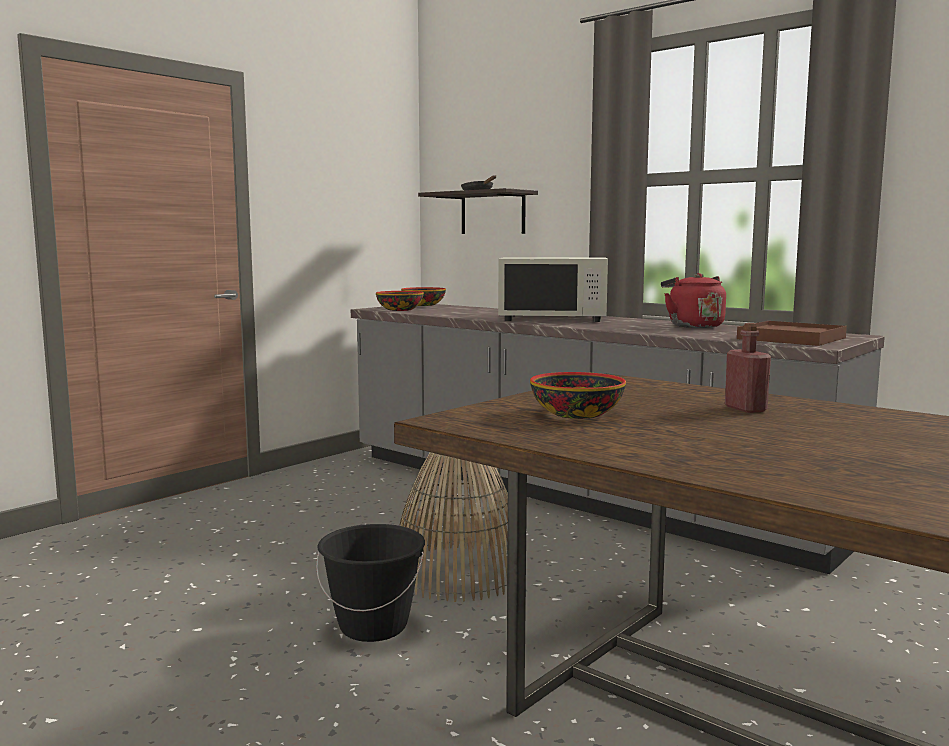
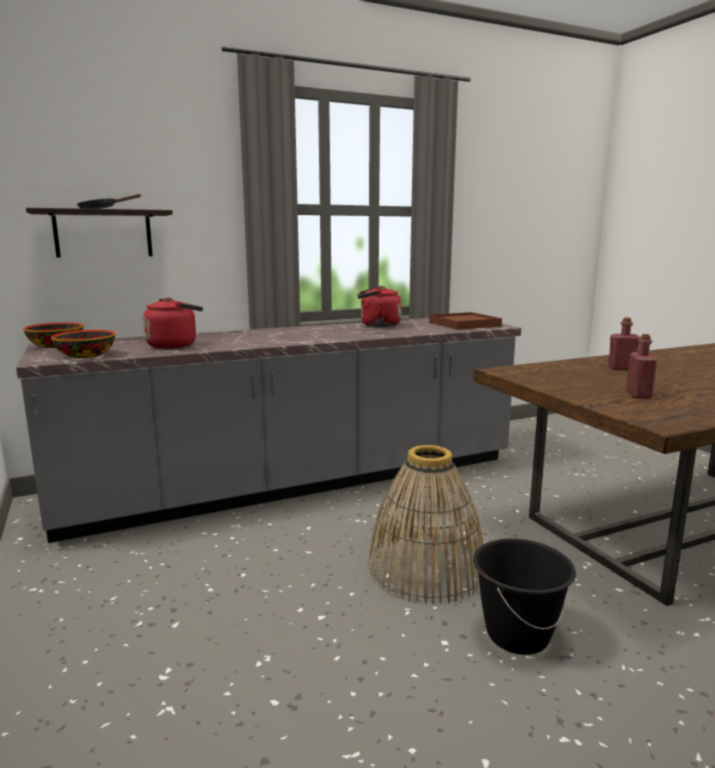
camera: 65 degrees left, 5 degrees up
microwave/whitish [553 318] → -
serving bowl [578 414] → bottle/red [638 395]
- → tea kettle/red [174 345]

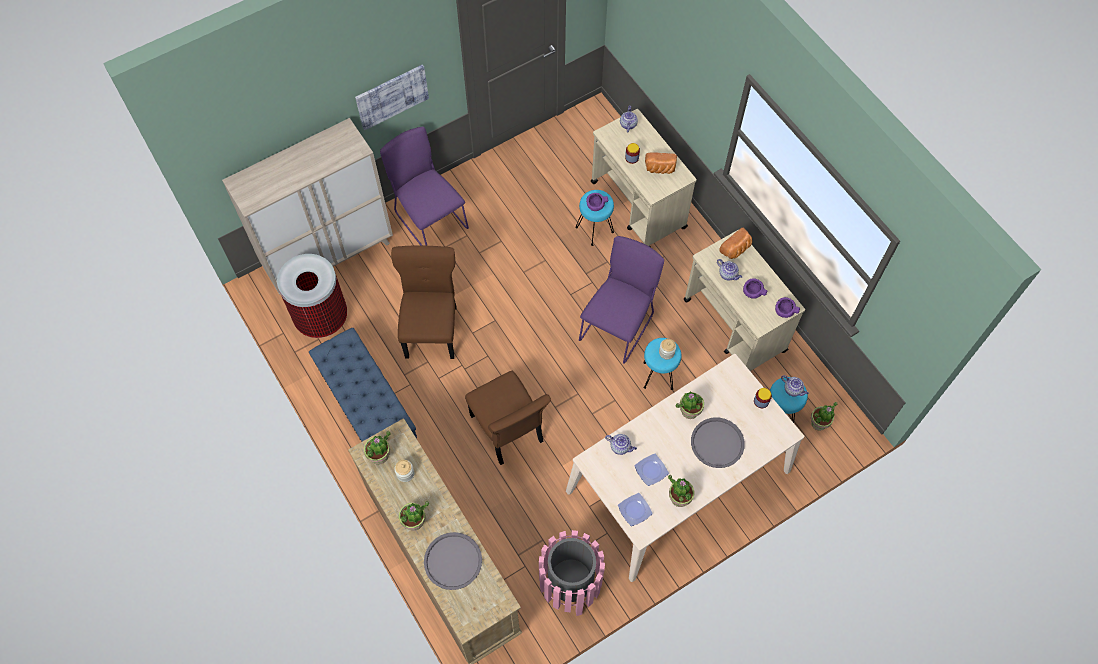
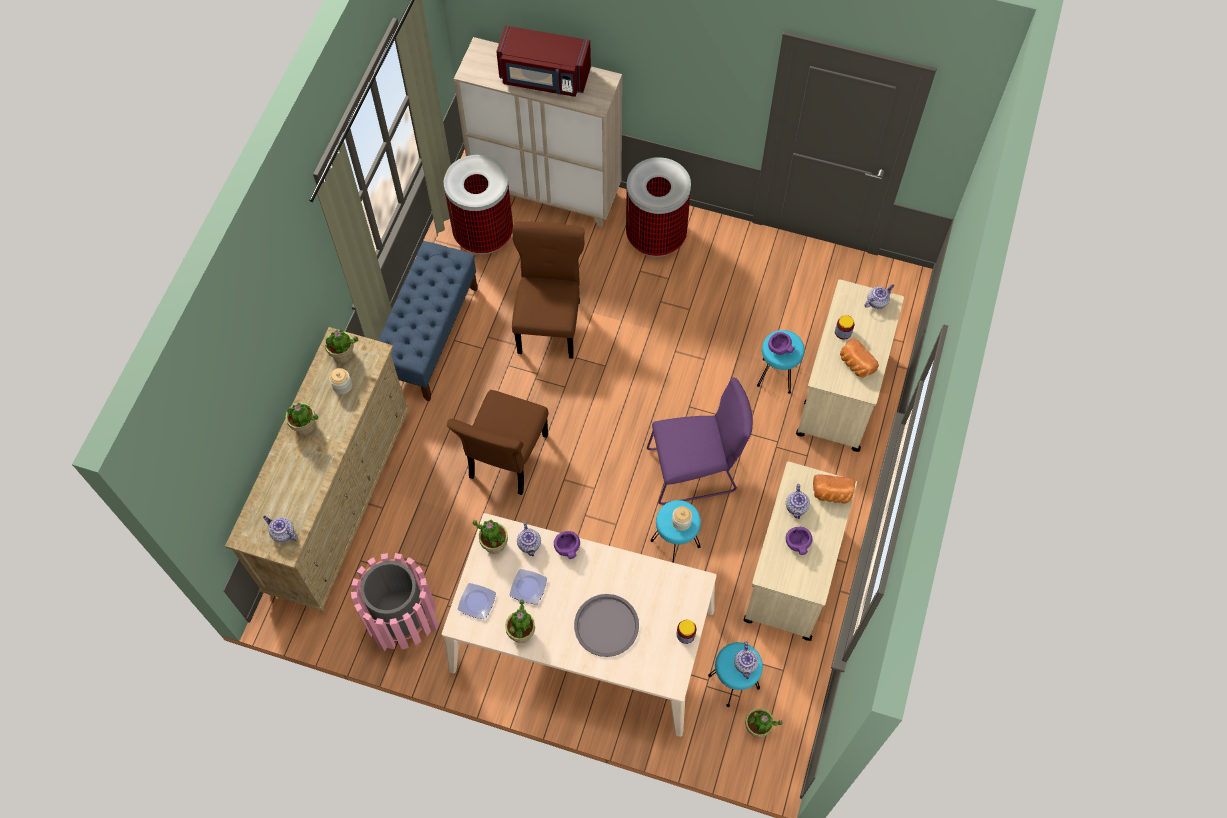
camera: 50 degrees right, 0 degrees up
wall picture [392 96] → -
plain chair/purple [429 218] → waste bin [656 236]
plain chair/brown [432 329] → plain chair/brown [550 323], 45 degrees counterclockwise
tray/grey [453 561] → -
potted plant [689 411] → potted plant [494 544], shifted
serving bowl/purple [784 311] → serving bowl/purple [567 547], shifted
- → pot for tea [282 533]
- → microwave/red [544 77]

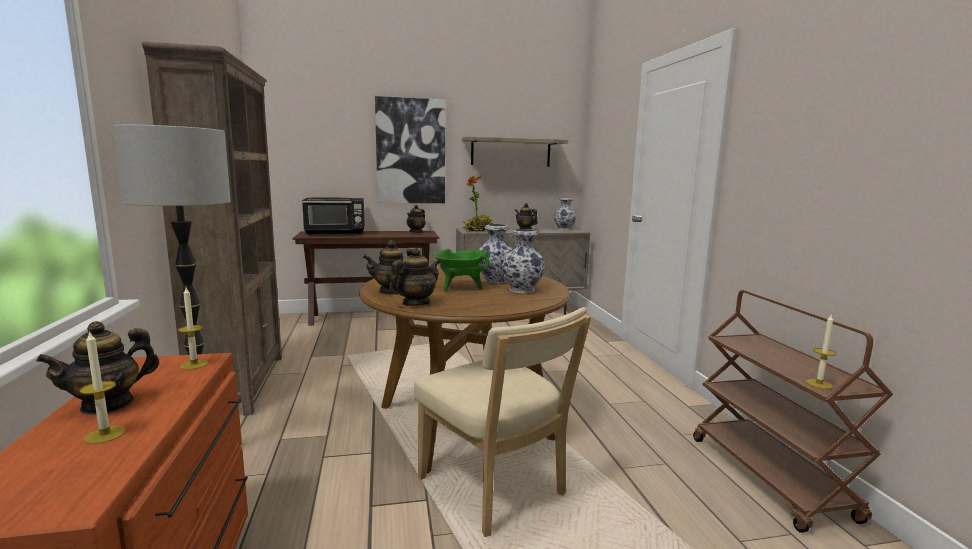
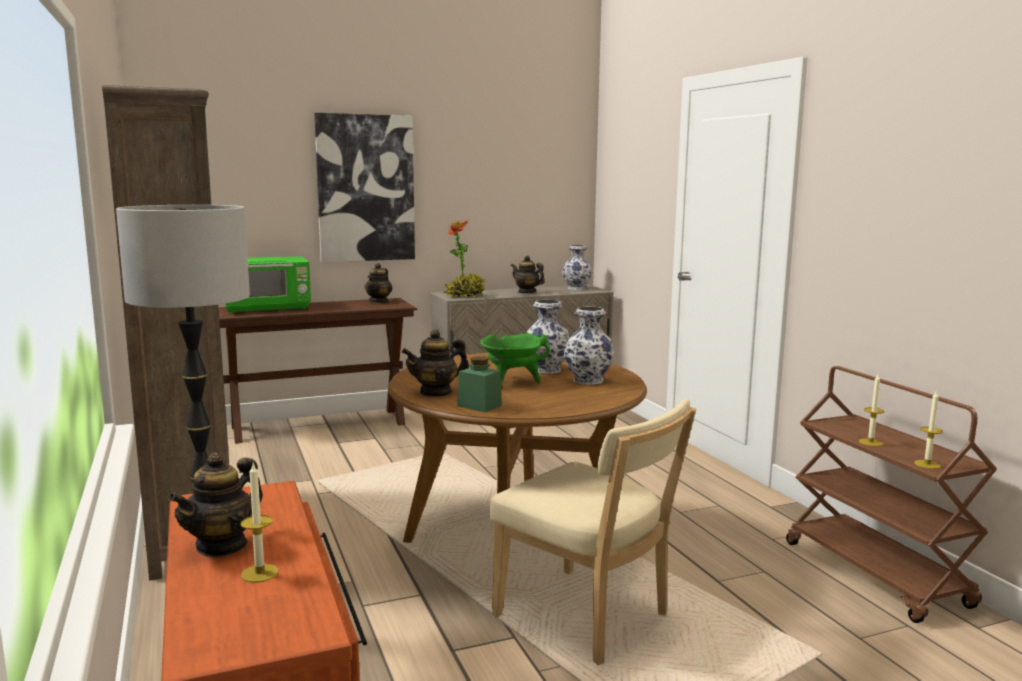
camera: 10 degrees left, 0 degrees up
wax light [194 364] → wax light [870 442], shifted
microwave/black-coloured [336 233] → microwave/green-coloured [268 308]
pot for tea [415 303] → jar/green-coloured [479 406]
shelf [511 152] → -

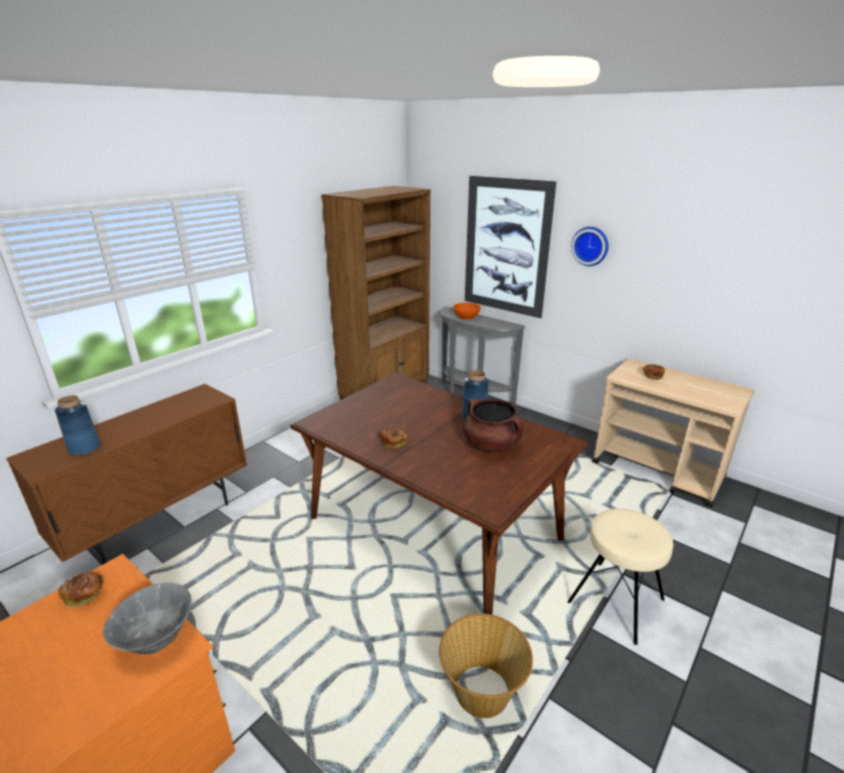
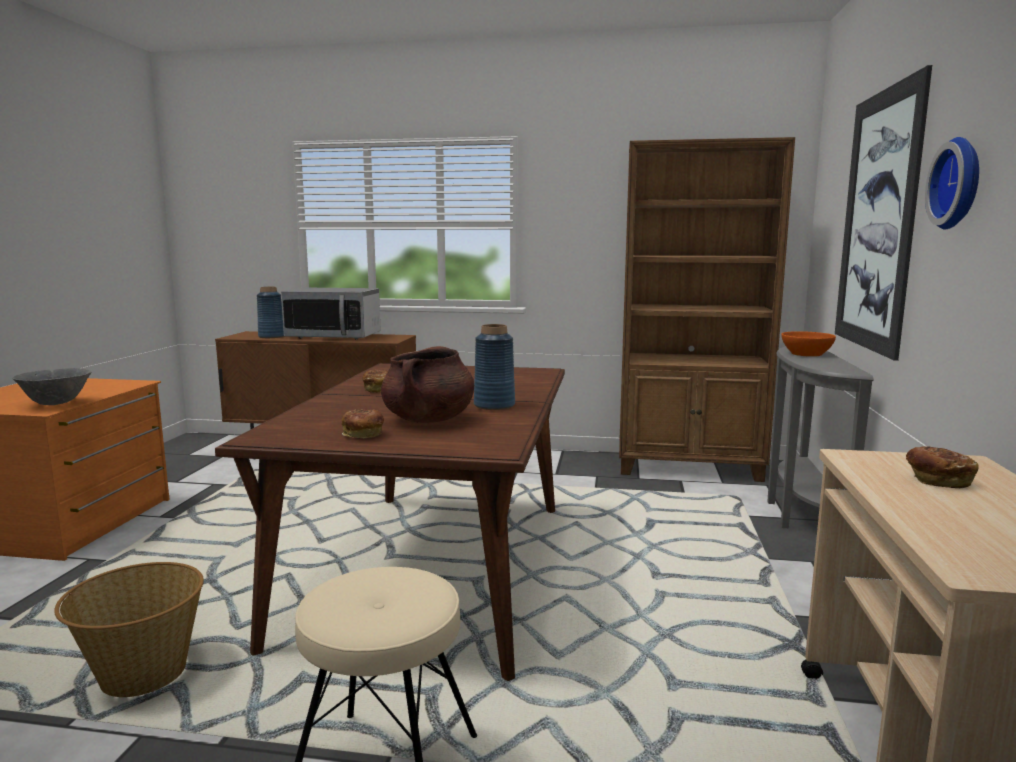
camera: 60 degrees right, 15 degrees down
bakery bread [85 595] → bakery bread [363 435], shifted
- → microwave [334 336]

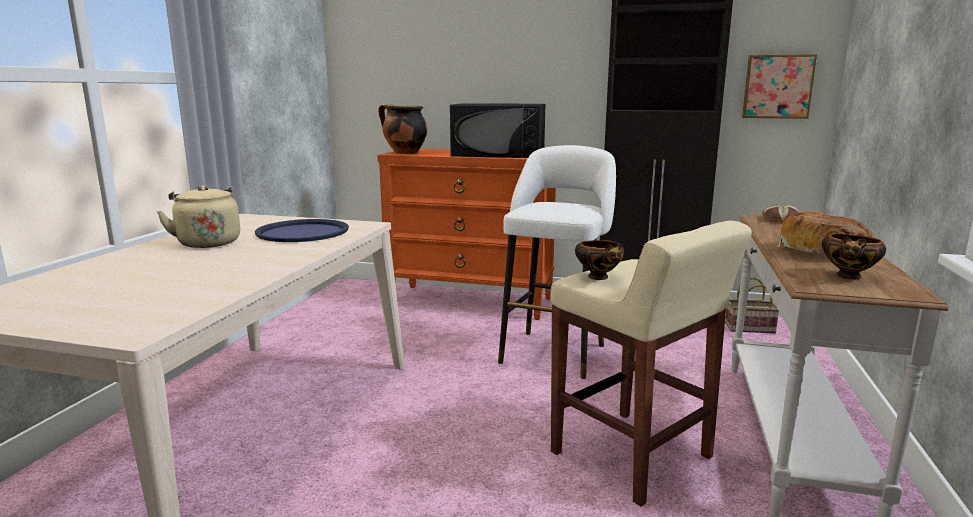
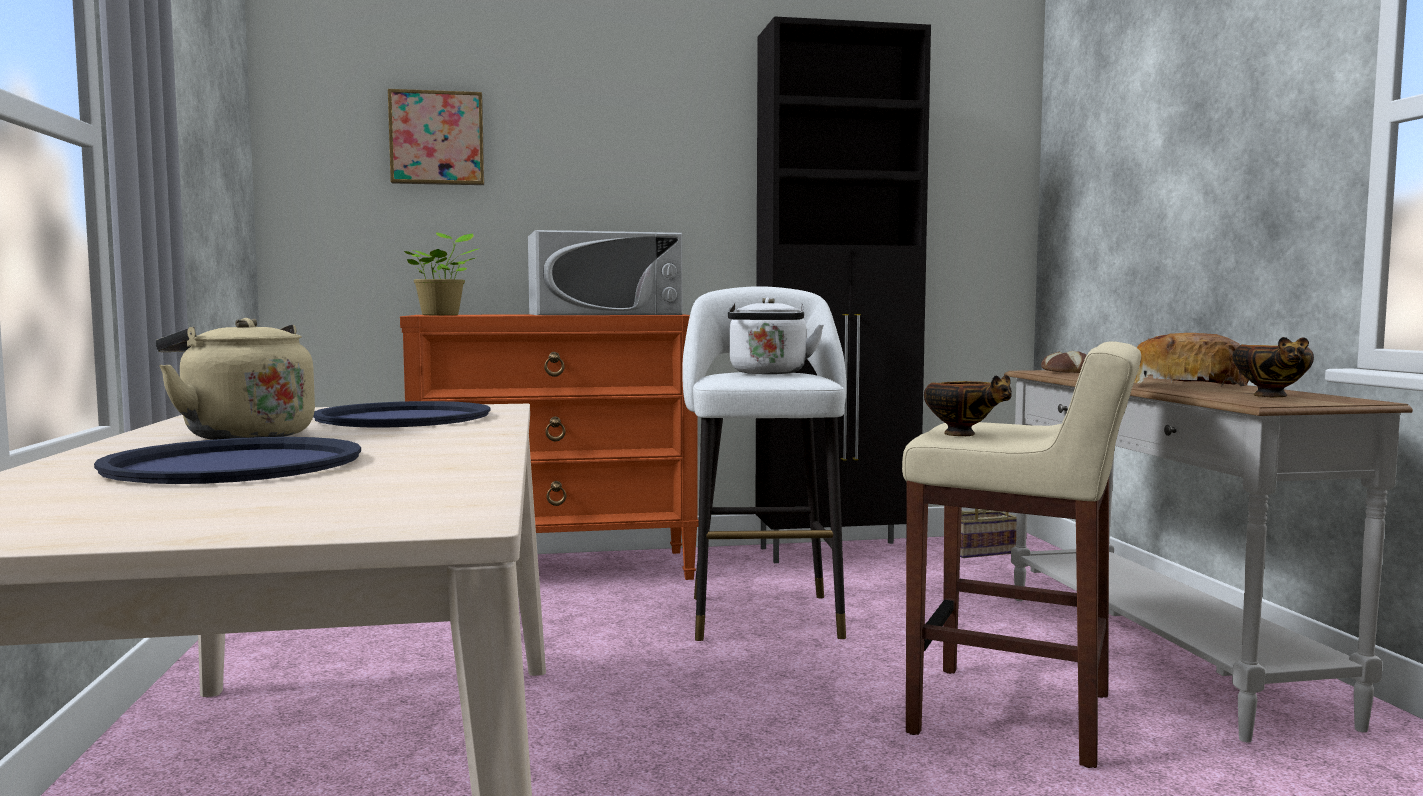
camera: 25 degrees left, 10 degrees down
stockpot [404 153] → potted plant [442 315]
microwave/black-coloured [499 154] → microwave/whitish [604 314]
wall picture [777 86] → wall picture [437 138], shifted
- → tray/blue-coloured [234 464]
- → tea kettle/whitish [768 373]

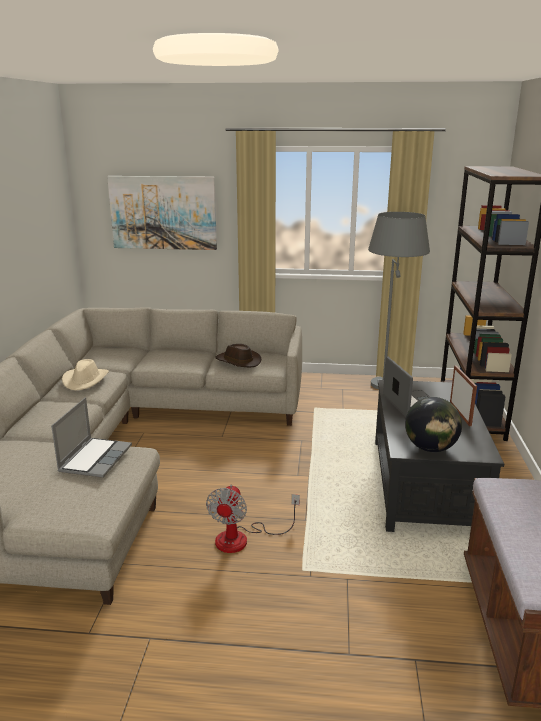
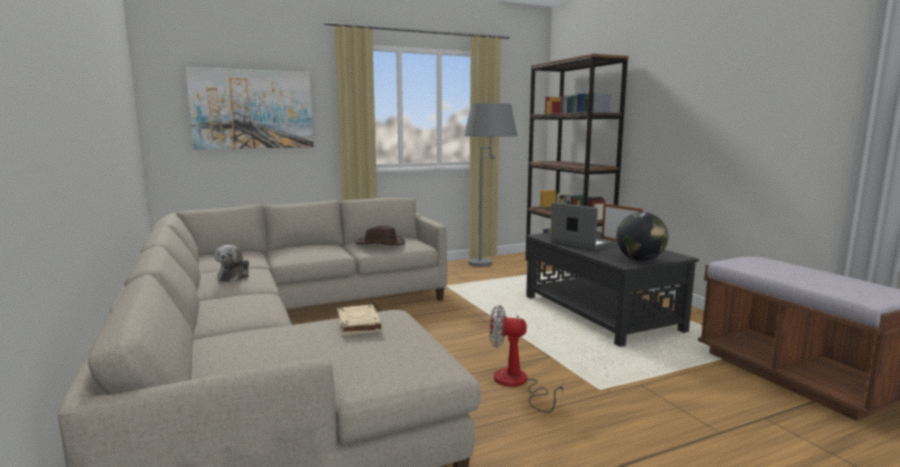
camera: 30 degrees left, 10 degrees down
notebook computer [95 458] → book/sand-coloured [358 323]
hat/sand-coloured [85 380] → soft toy [235 276]
electric fan [242 538] → electric fan [517 384], 120 degrees clockwise

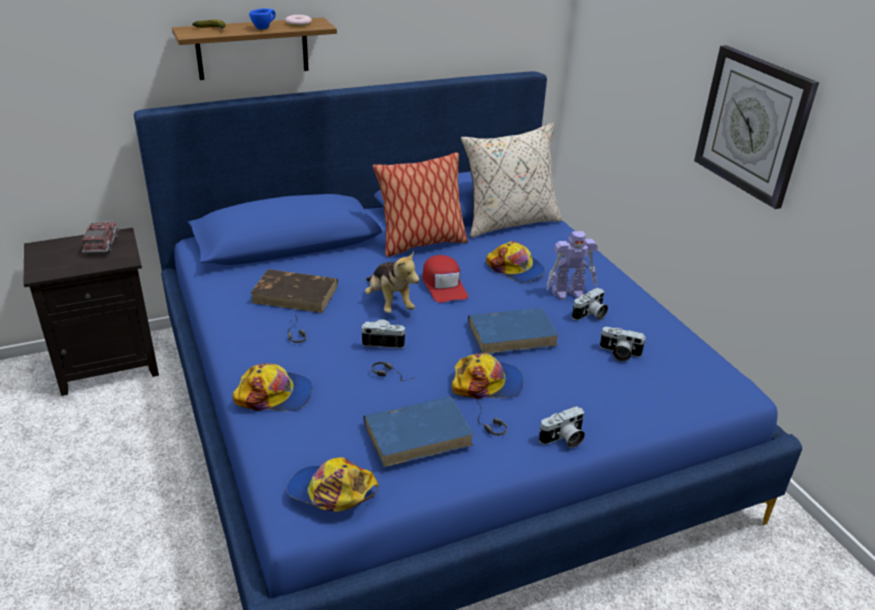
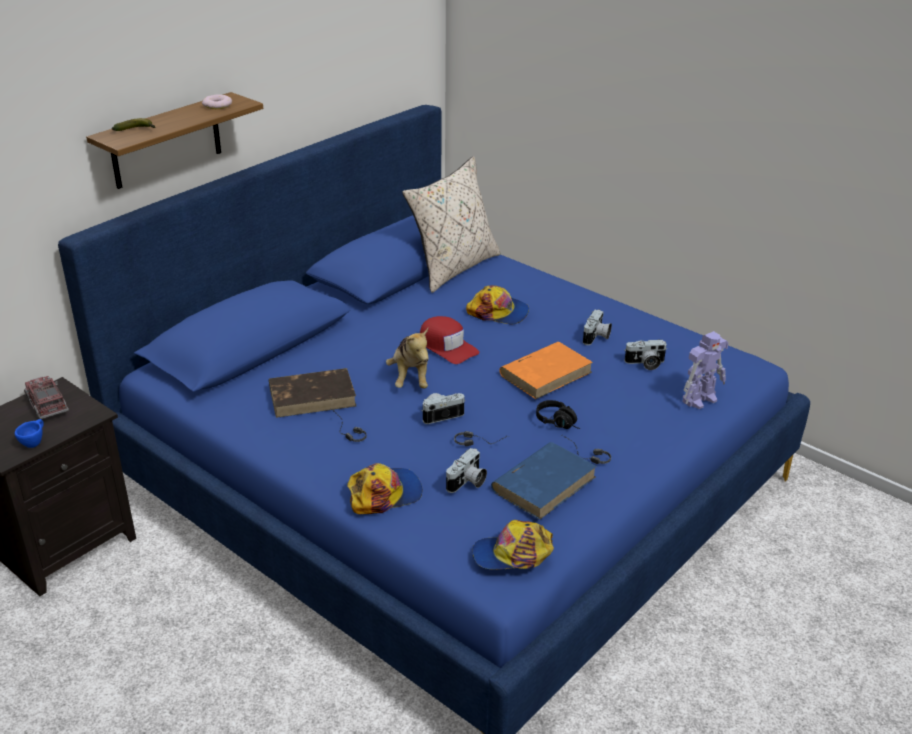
camera: 25 degrees left, 0 degrees up
small cup/blue-coloured [264 28] → small cup/blue-coloured [34 442], shifted
soft toy [389 303] → soft toy [410 378], 45 degrees clockwise
pillow [421 244] → -
peaked cap [487 383] → headphones/black-coloured [560 423]
book/blue-coloured [512 333] → book/orangey [546 373]
photo camera [563 439] → photo camera [467 482], shifted
robot figure [569 293] → robot figure [700 399], shifted
hanging clock [753 125] → -

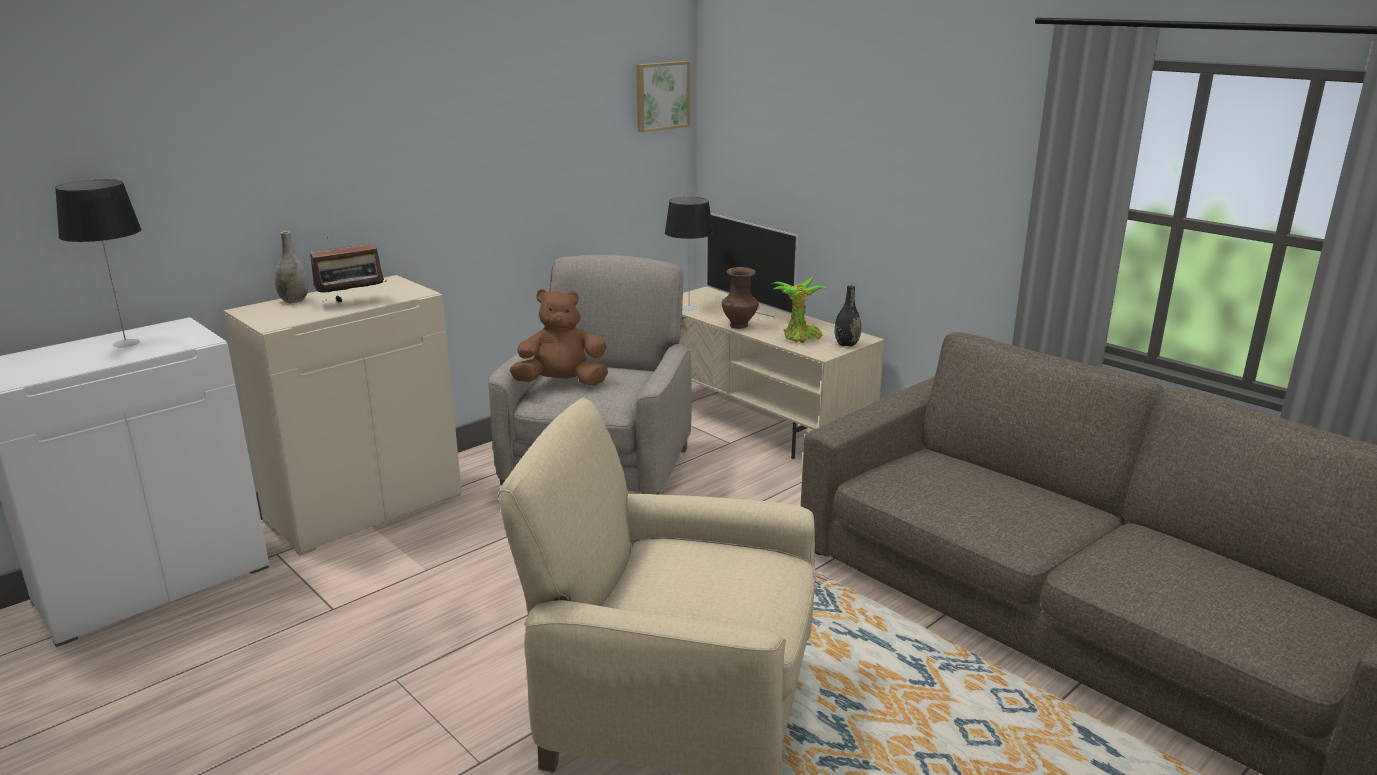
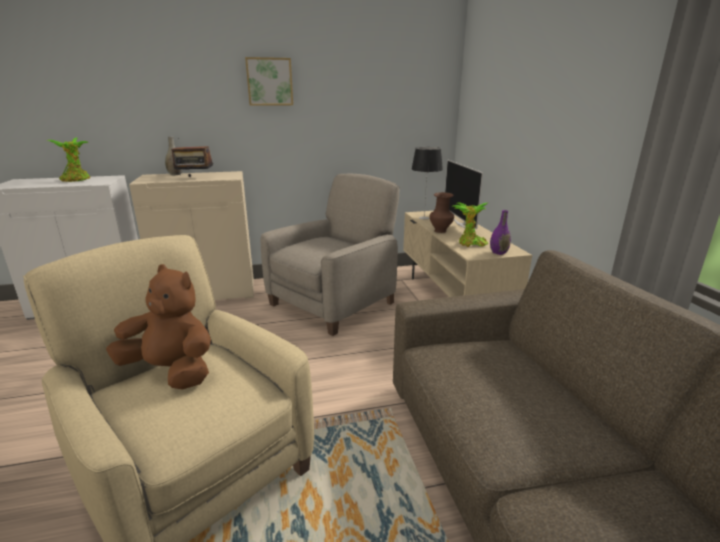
camera: 30 degrees right, 0 degrees up
lamp for a table [126 343] → potted plant [77 180]
soft toy/brown [562 383] → soft toy/brown [172 371], shifted
wall picture [661 96] → wall picture [269 82], shifted
decorative vase/black-coloured [846 344] → decorative vase/purple [498 253]

